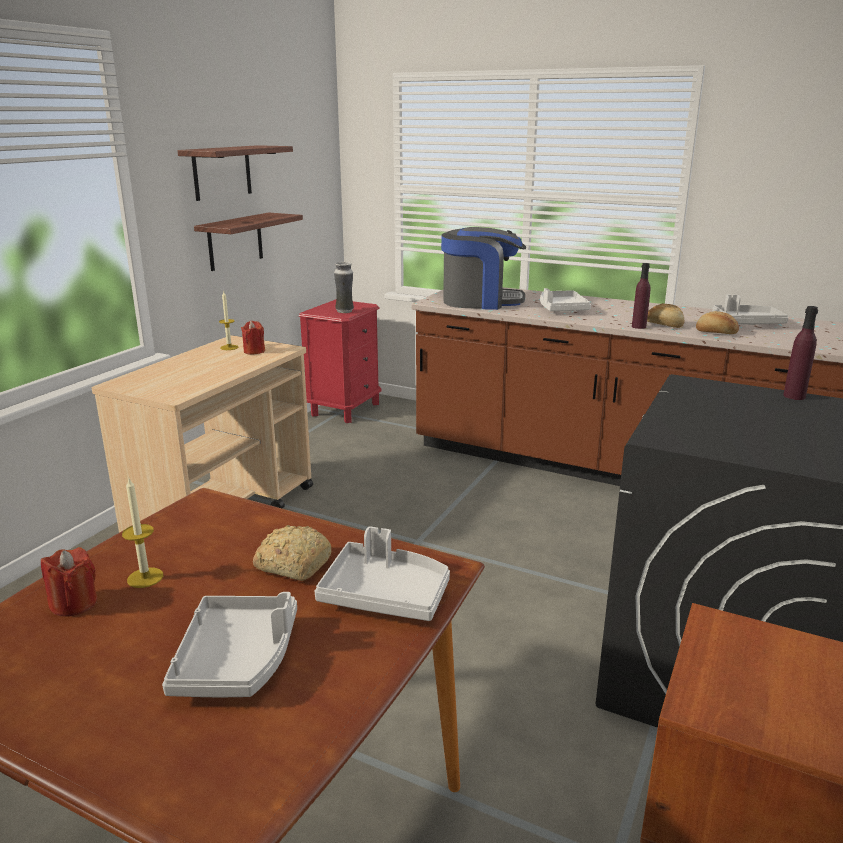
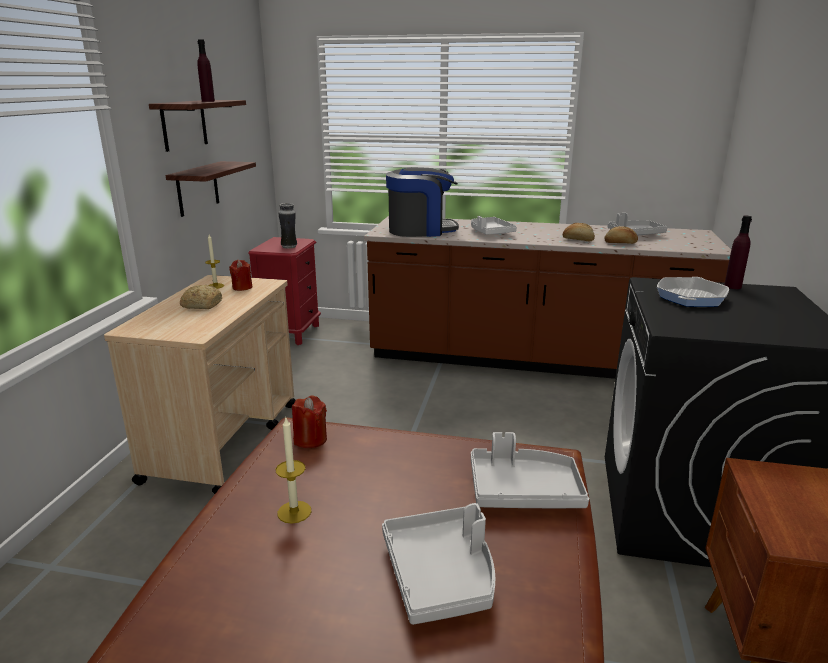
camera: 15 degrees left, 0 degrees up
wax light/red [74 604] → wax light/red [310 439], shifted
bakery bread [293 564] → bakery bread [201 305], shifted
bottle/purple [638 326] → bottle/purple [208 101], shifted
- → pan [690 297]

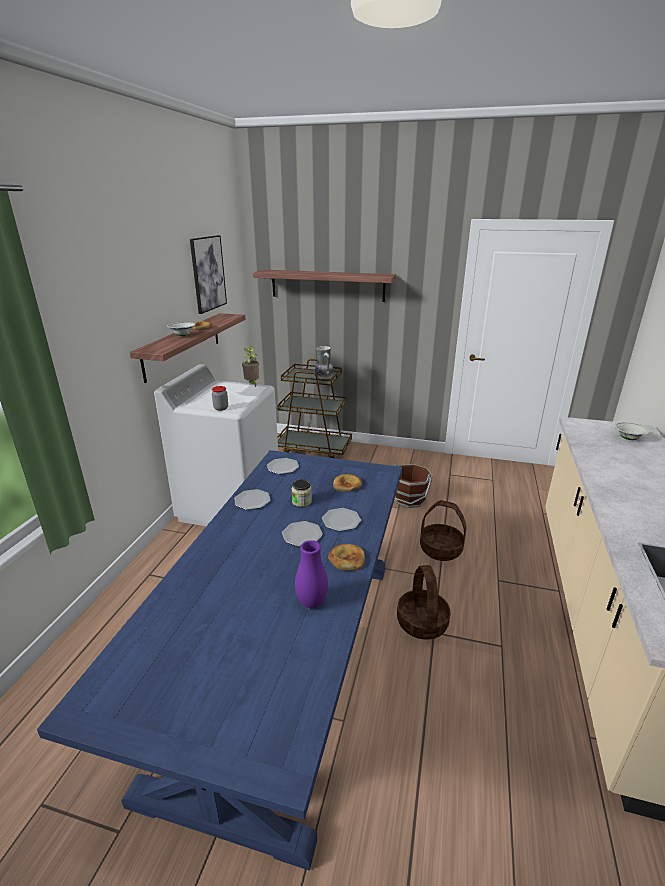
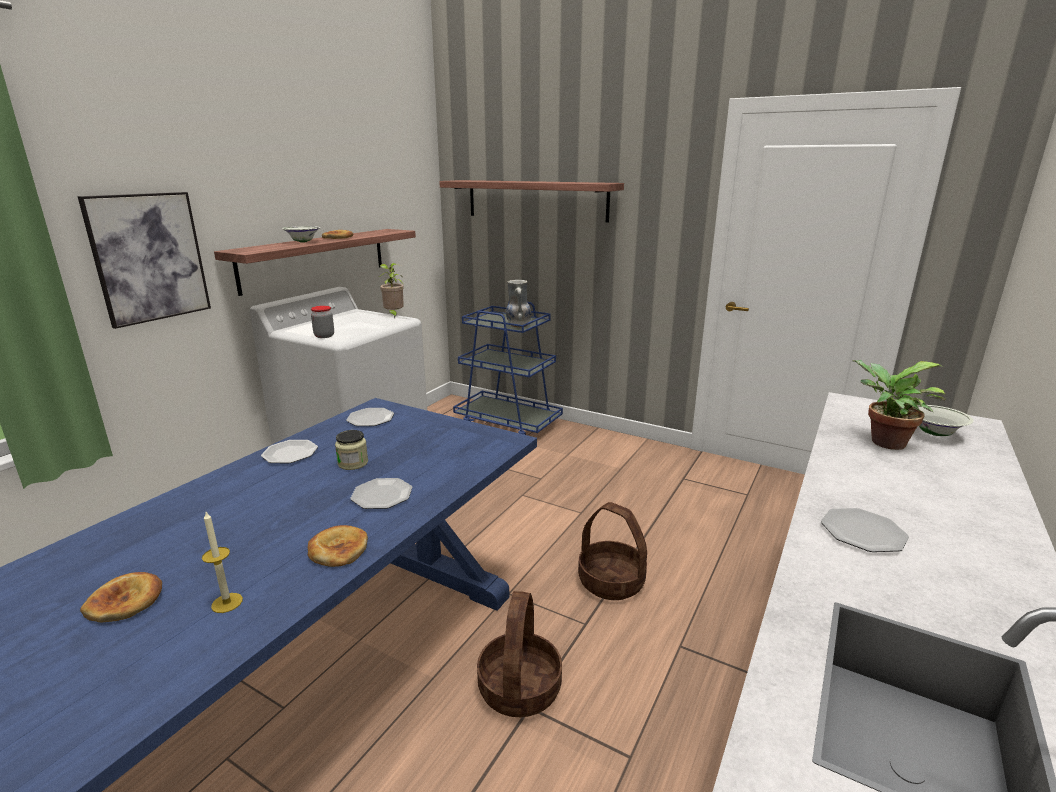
camera: 15 degrees right, 5 degrees down
wall picture [208 273] → wall picture [149 257], shifted
wheeled cart/brown [313 449] → wheeled cart/blue-coloured [508 423]
dinner plate [302 535] → dinner plate [862 533], shifted
decorative vase/purple [311 603] → wax light [227 603]
bakery bread [347 485] → bakery bread [126 601], shifted
pail/brown [409 499] → -
- → potted plant [883 442]

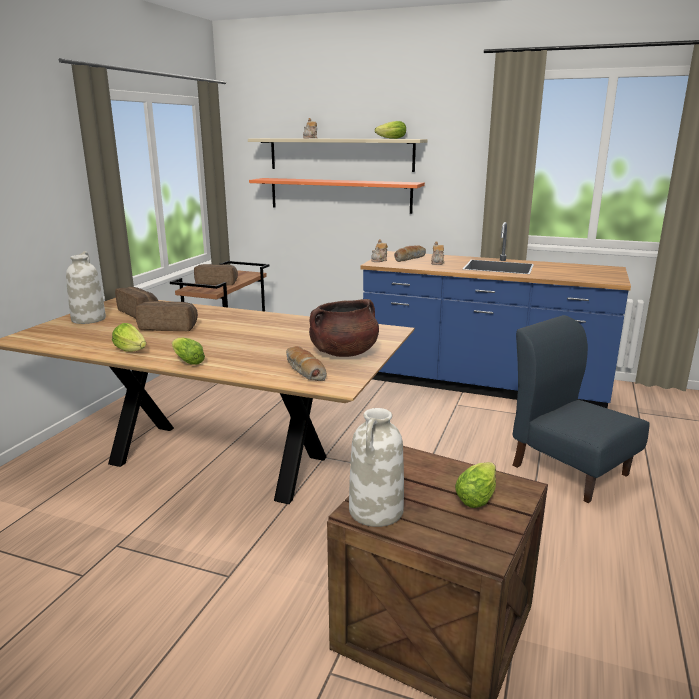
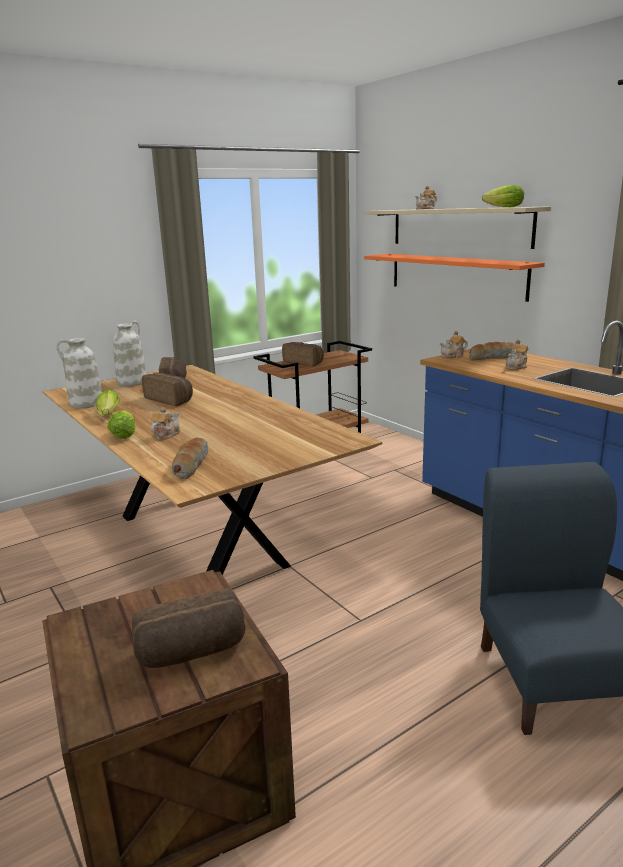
camera: 35 degrees right, 0 degrees up
stockpot/brown [344 353] → -
decorative vase/whitish [376 511] → decorative vase/whitish [86 404], shifted
head of lettuce [478 495] → bakery bread [192 652]
- → pot for tea [166 435]

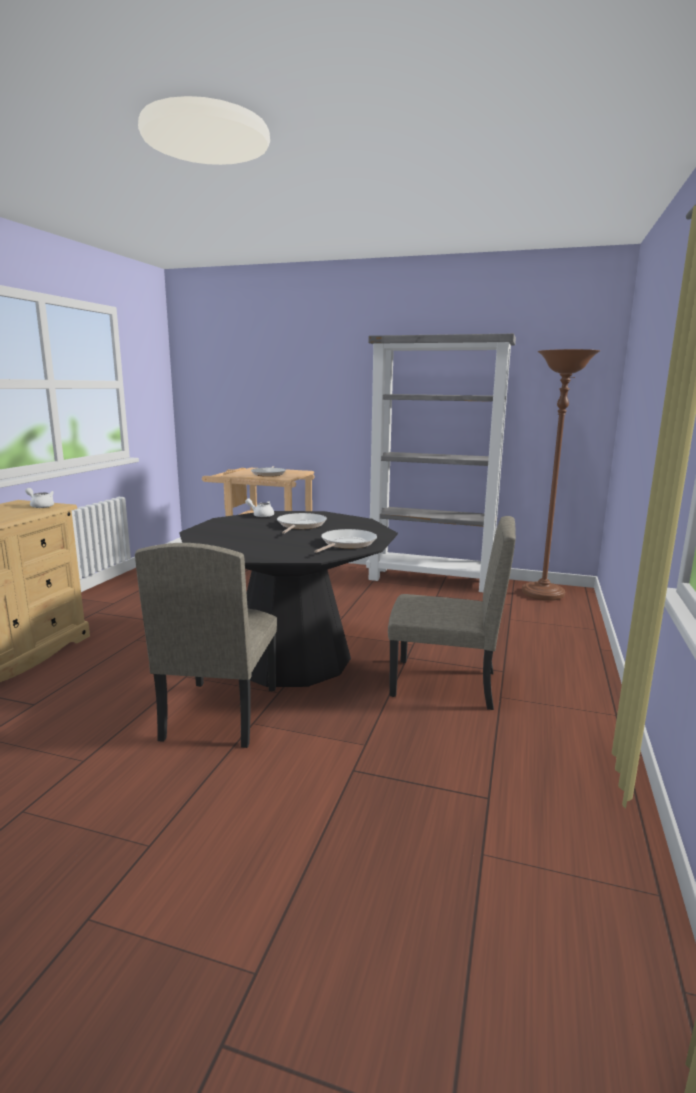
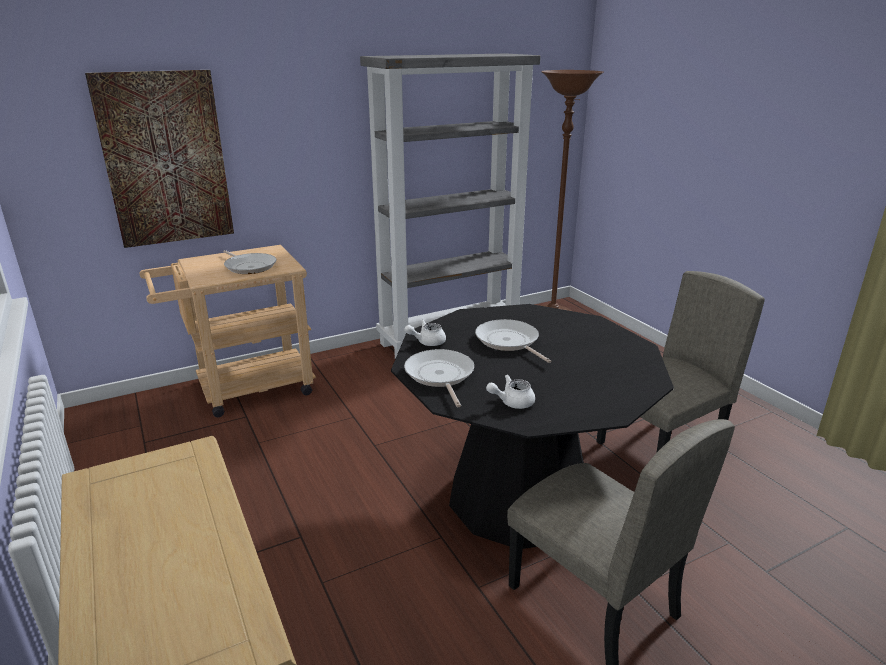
camera: 45 degrees left, 10 degrees up
pot for tea/whitish [40 506] → pot for tea/whitish [512 402], shifted
pan [346 544] → pan [440 376], shifted
- → wall picture [165 159]

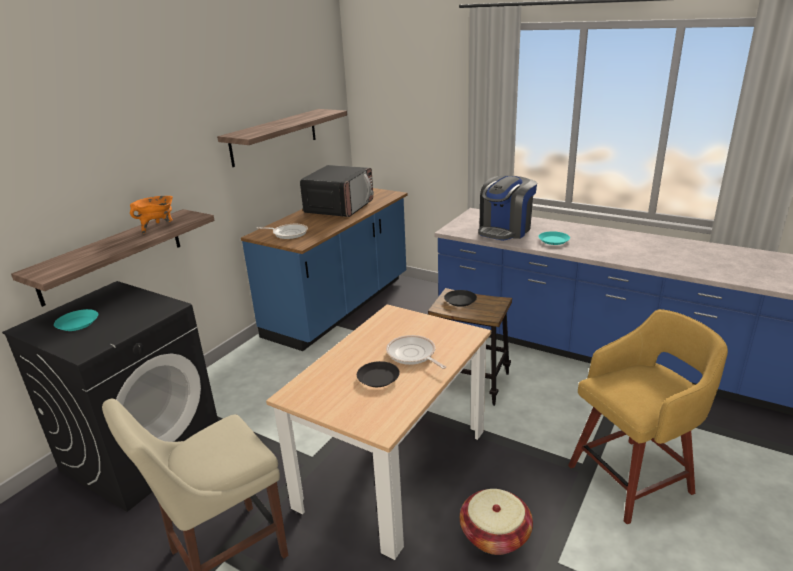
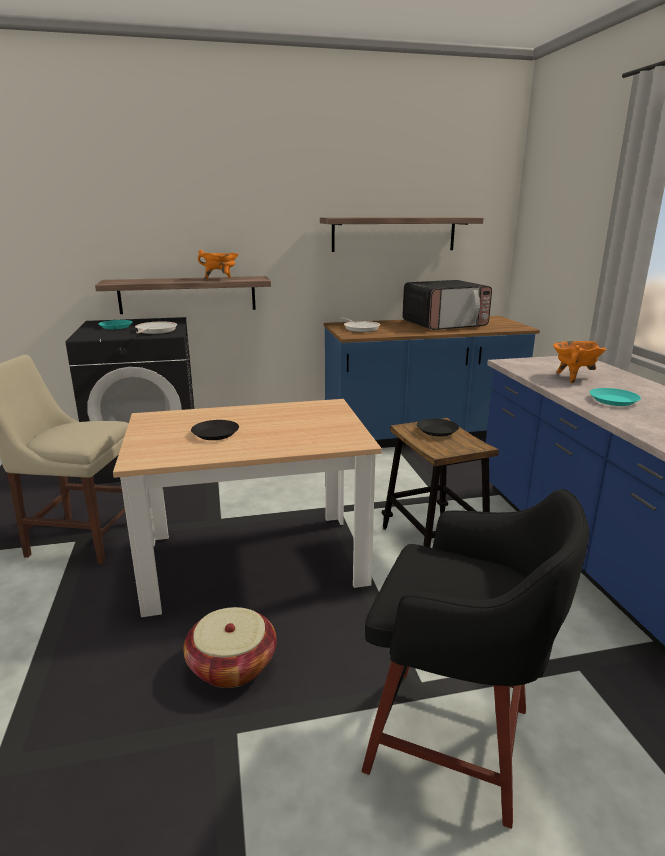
camera: 45 degrees right, 5 degrees down
pan [412 355] → pan [155 331], shifted
coffee machine [505 230] → stockpot/orangey [573 377]
sitting stool/yellowish [633 478] → sitting stool/black-coloured [455 742]

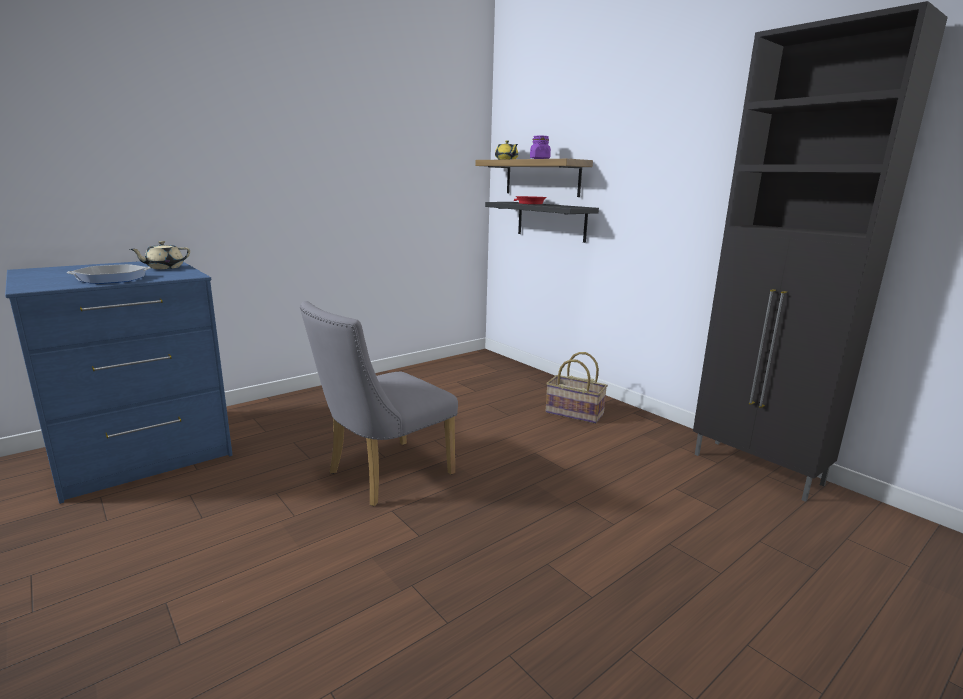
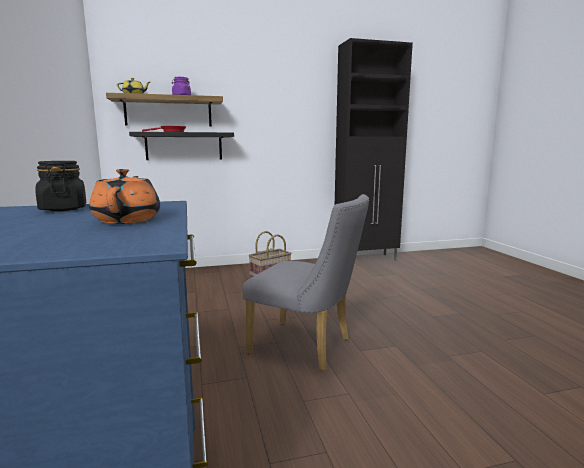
camera: 65 degrees left, 5 degrees down
pan [112 279] → pot for tea/orangey [128 220]
pot for tea/sand-coloured [164 267] → jar/black-coloured [63 209]
plain chair/grey [382 476] → plain chair/grey [307 347], 45 degrees counterclockwise

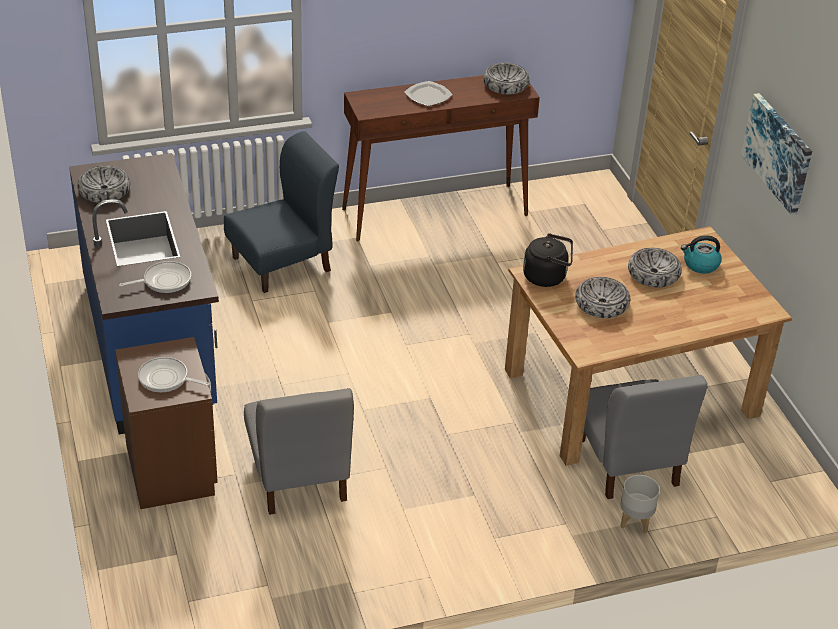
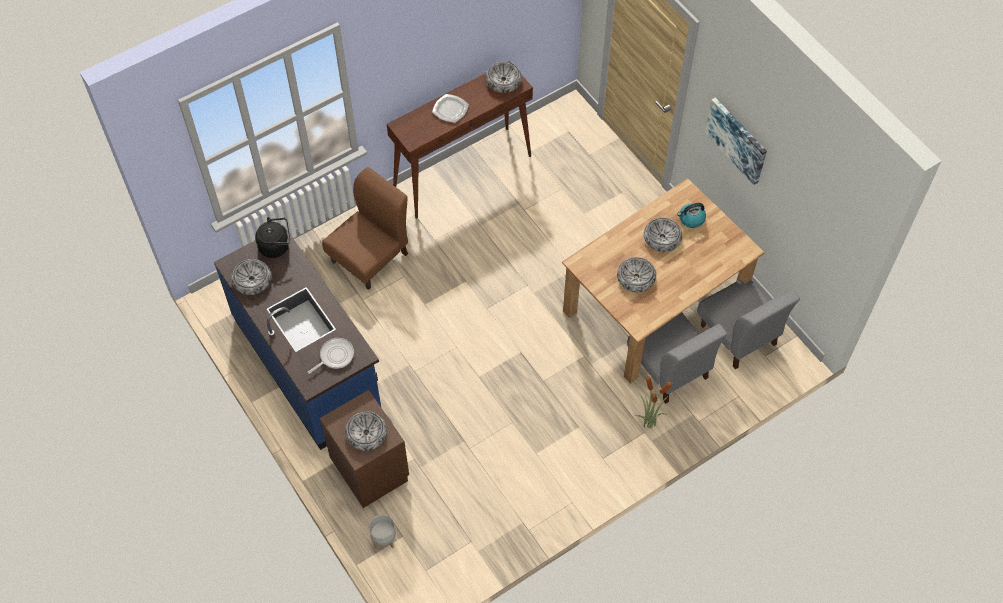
camera: 15 degrees left, 20 degrees up
pan [166 379] → serving bowl [366 433]
plain chair/blue-coloured [282 264] → plain chair/brown [370 257]
plain chair/grey [299 477] → plain chair/grey [738 335], shifted
tea kettle/black-coloured [547 277] → tea kettle/black-coloured [276 246], shifted
flower pot/grey [634 521] → flower pot/grey [383 539], shifted
- → potted plant [648 423]

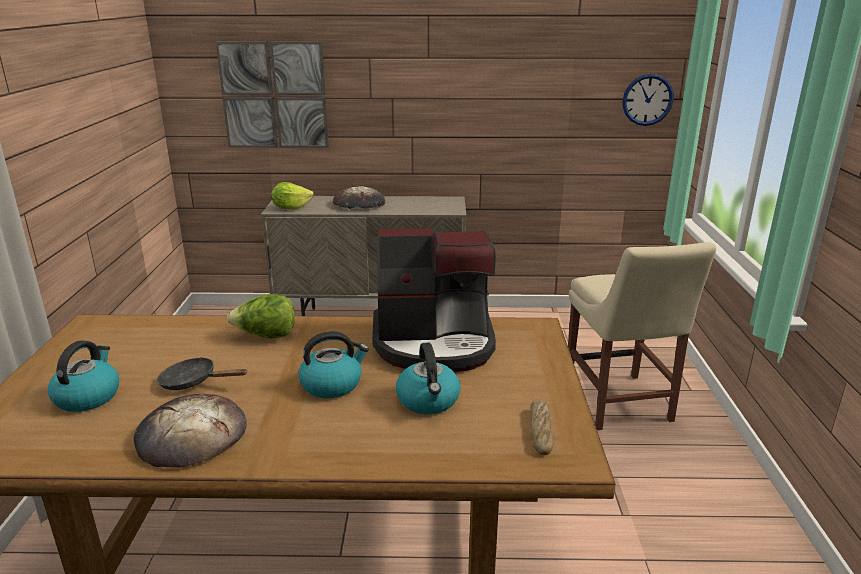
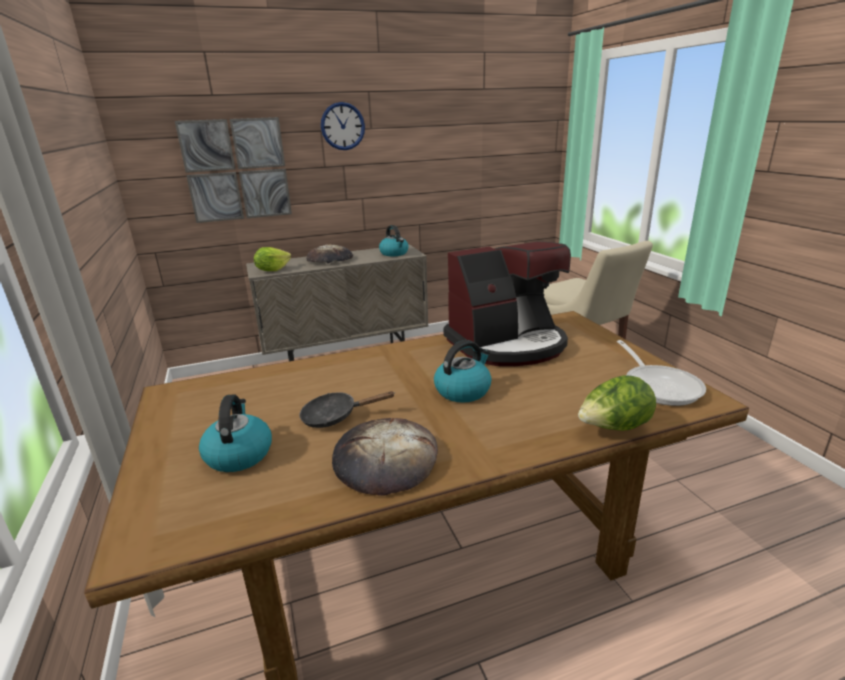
camera: 20 degrees left, 0 degrees up
head of lettuce [266 336] → head of lettuce [613 428], shifted
tea kettle [428 400] → tea kettle [394 253], shifted
bakery bread [540 431] → pan [659 386]
hanging clock [647 100] → hanging clock [342 126], shifted

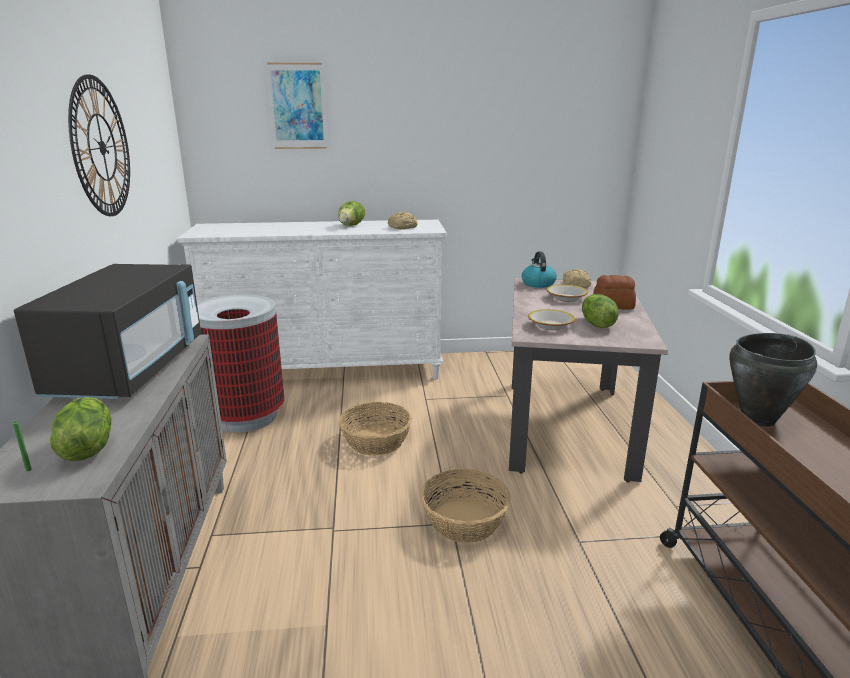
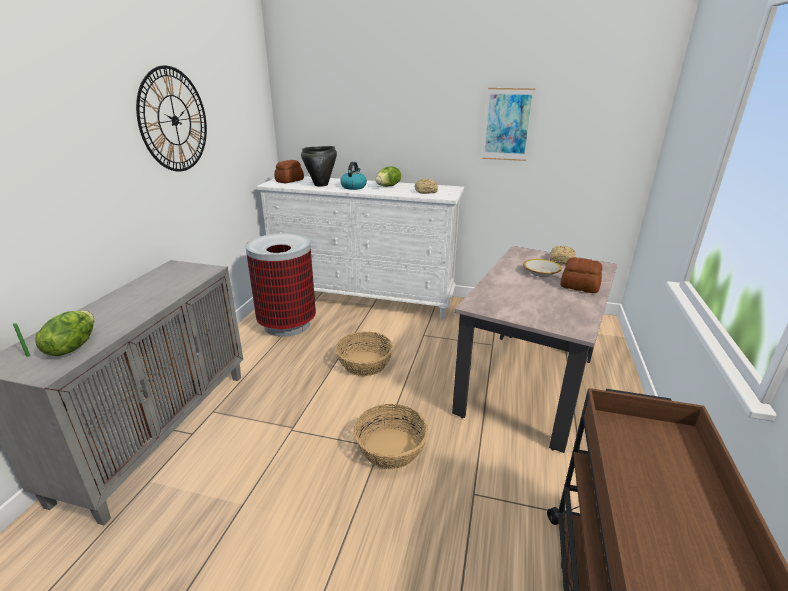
camera: 20 degrees right, 5 degrees up
microwave/black-coloured [130 369] → -
wall picture [297 106] → wall picture [507 124], shifted
tea kettle [538 283] → tea kettle [353 187], shifted
serving bowl [550 326] → -
head of lettuce [596 324] → -
stockpot/black-coloured [759 419] → stockpot/black-coloured [321 185], shifted
- → bakery bread [289 181]

